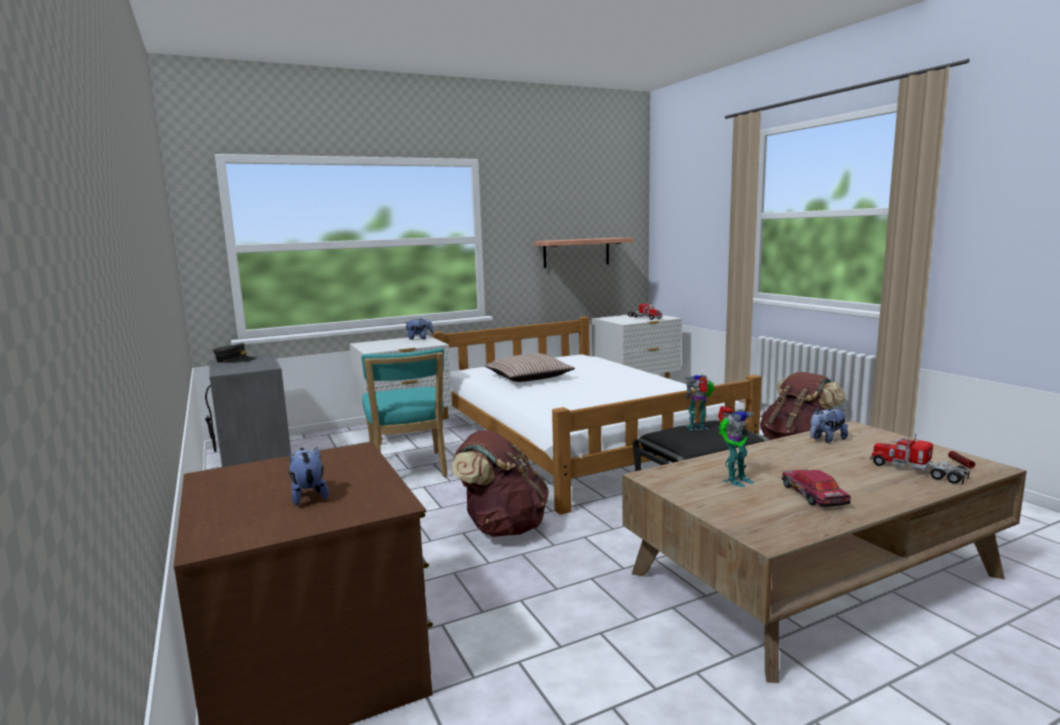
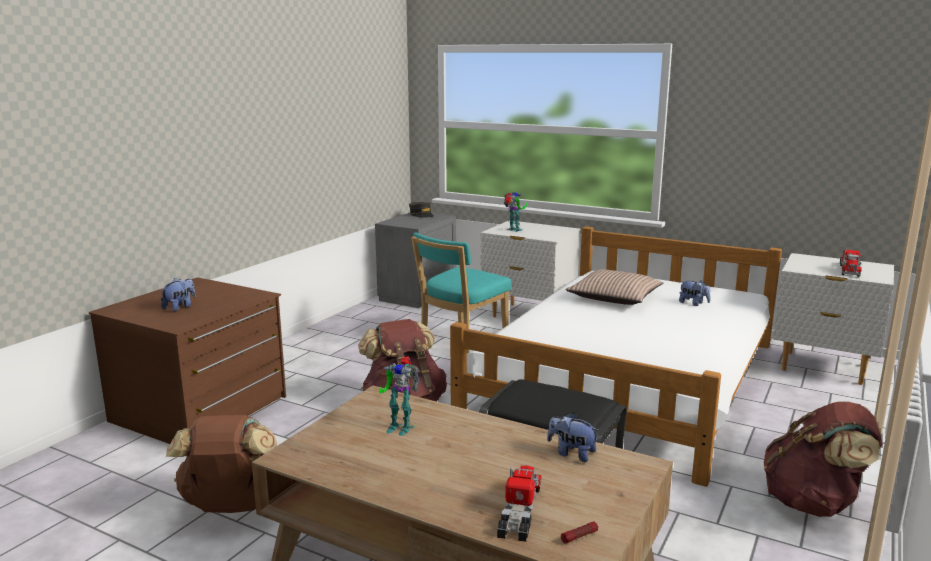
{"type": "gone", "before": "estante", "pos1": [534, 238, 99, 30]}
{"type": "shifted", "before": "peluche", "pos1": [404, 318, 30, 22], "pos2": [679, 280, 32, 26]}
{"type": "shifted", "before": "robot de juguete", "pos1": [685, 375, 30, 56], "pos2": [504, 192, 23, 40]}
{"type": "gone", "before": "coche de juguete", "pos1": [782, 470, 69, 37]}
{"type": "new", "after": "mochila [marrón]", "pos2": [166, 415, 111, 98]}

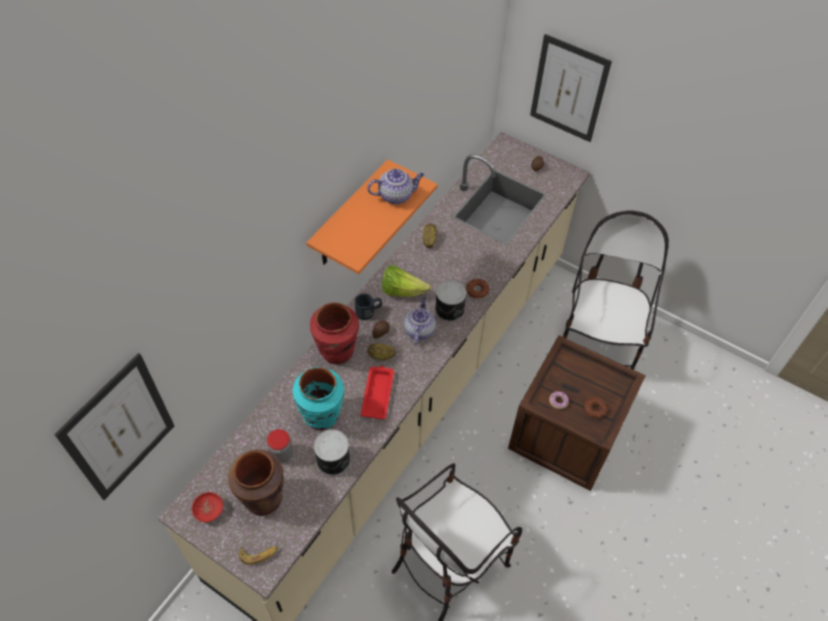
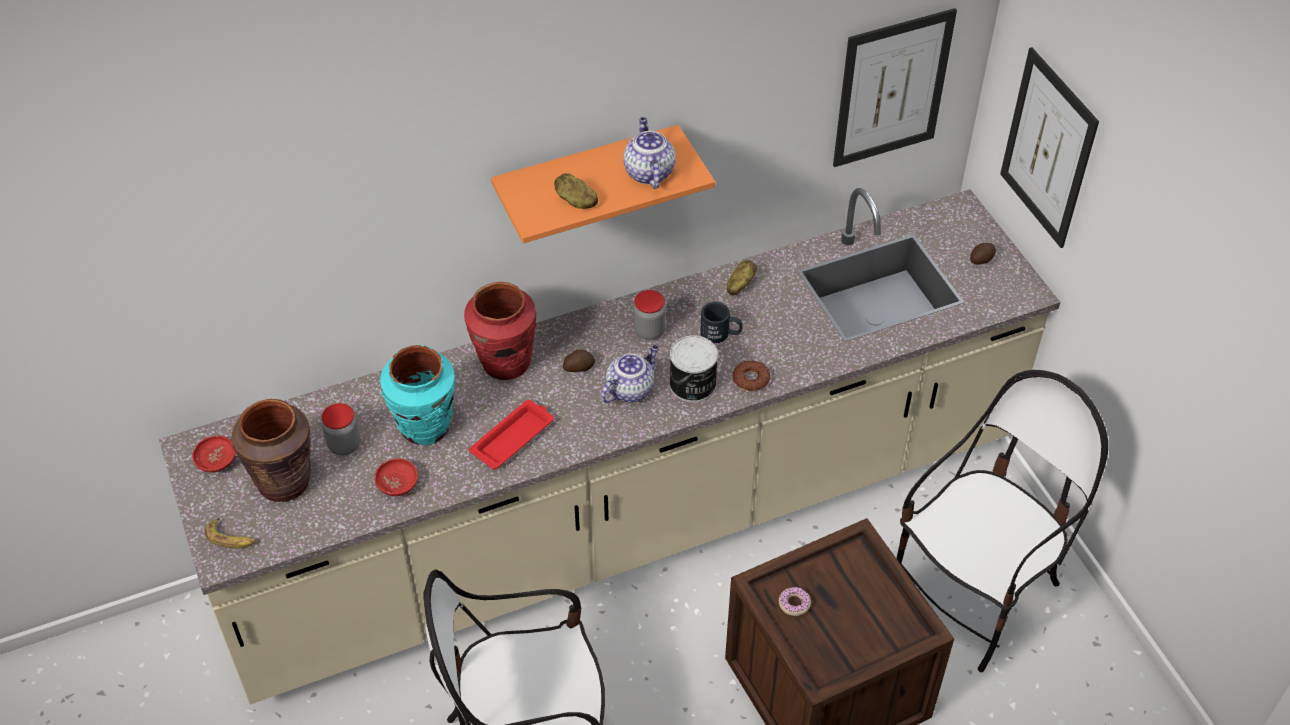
{"type": "rotated", "before": "tetera", "pos1": [367, 169, 57, 36], "pos2": [623, 117, 53, 72], "turn": -120}
{"type": "swapped", "before": "lechuga", "after": "tarro", "pos1": [382, 265, 49, 32], "pos2": [633, 290, 33, 50]}
{"type": "shifted", "before": "taza grande [negro]", "pos1": [355, 293, 27, 27], "pos2": [700, 302, 43, 41]}
{"type": "shifted", "before": "patata", "pos1": [368, 344, 28, 16], "pos2": [554, 173, 44, 36]}
{"type": "shifted", "before": "cuadro", "pos1": [54, 353, 120, 147], "pos2": [833, 8, 124, 159]}
{"type": "gone", "before": "rosquilla", "pos1": [584, 397, 23, 21]}
{"type": "swapped", "before": "lata", "after": "cuenco [rojo]", "pos1": [314, 429, 36, 47], "pos2": [374, 458, 44, 38]}

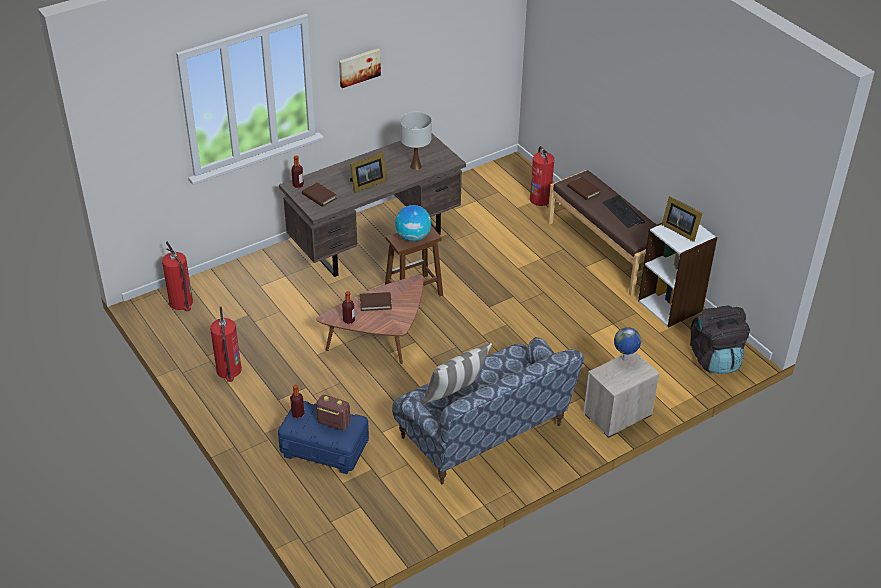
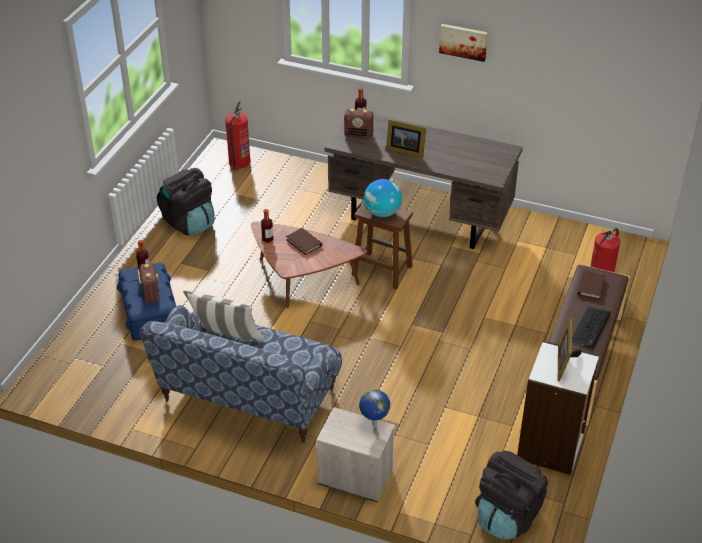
{"type": "gone", "before": "lámpara de mesa [blanco]", "pos1": [400, 112, 32, 58]}
{"type": "swapped", "before": "libro [marrón]", "after": "radio", "pos1": [302, 182, 35, 25], "pos2": [344, 109, 29, 30]}
{"type": "swapped", "before": "extintor", "after": "mochila [negro]", "pos1": [210, 306, 32, 76], "pos2": [157, 168, 58, 67]}

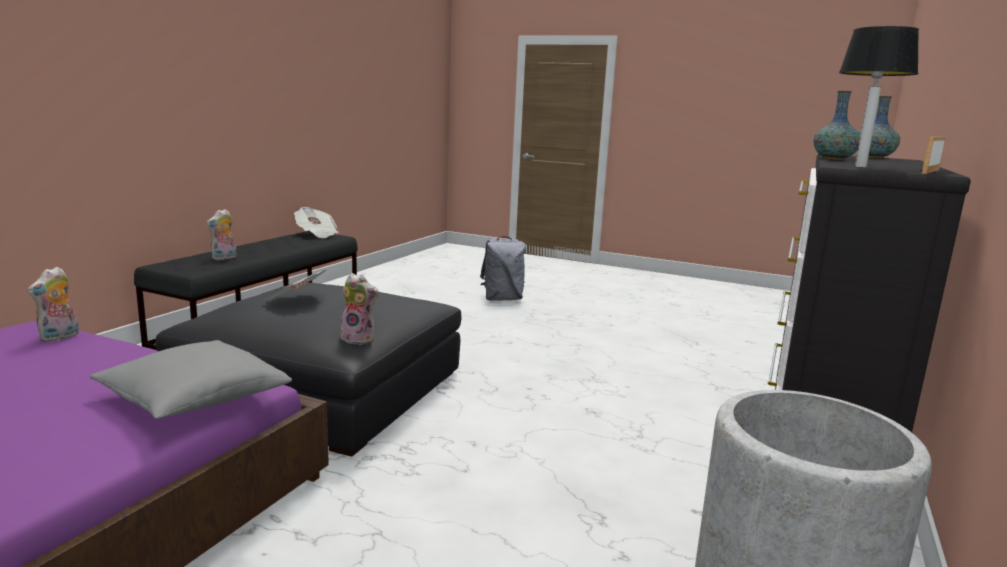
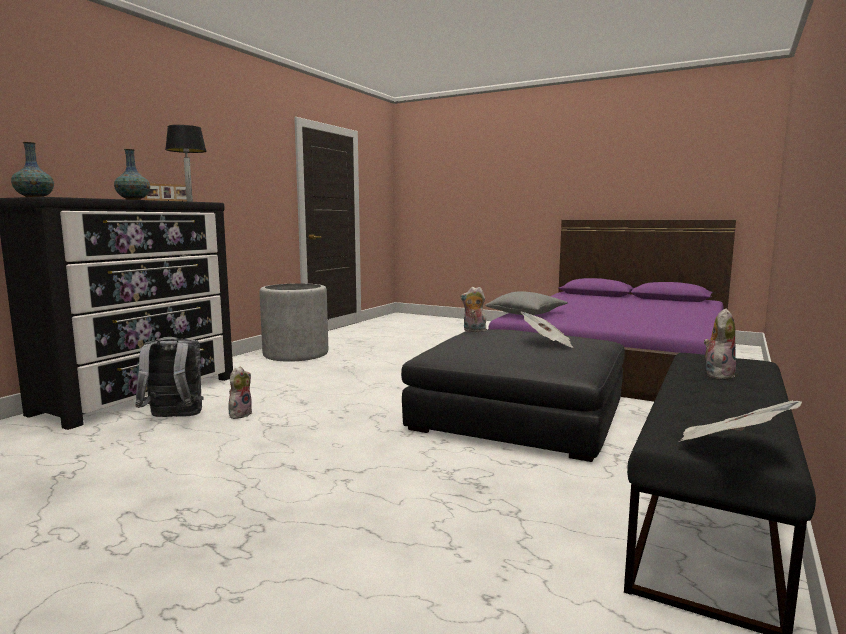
{"type": "shifted", "before": "mochila [gris]", "pos1": [480, 236, 46, 65], "pos2": [135, 337, 69, 80]}
{"type": "shifted", "before": "peluche", "pos1": [27, 266, 52, 76], "pos2": [228, 367, 25, 52]}

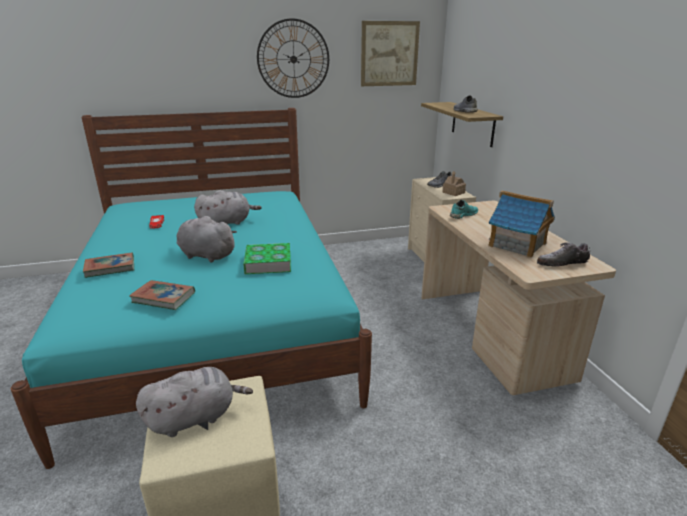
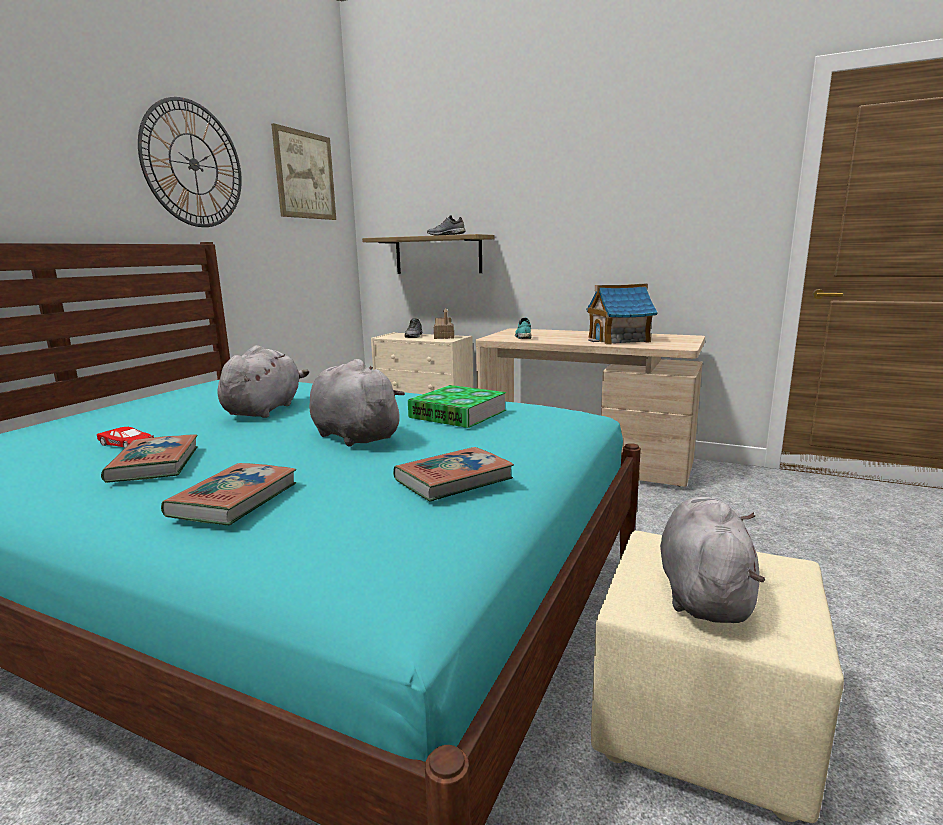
{"type": "rotated", "before": "peluche [gris]", "pos1": [176, 216, 61, 46], "pos2": [309, 359, 96, 88], "turn": 75}
{"type": "gone", "before": "zapato", "pos1": [537, 242, 53, 25]}
{"type": "new", "after": "libro", "pos2": [101, 434, 97, 49]}

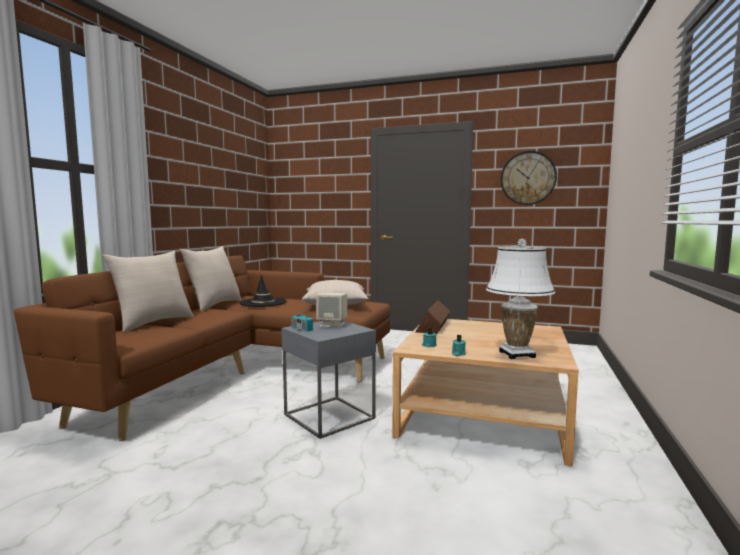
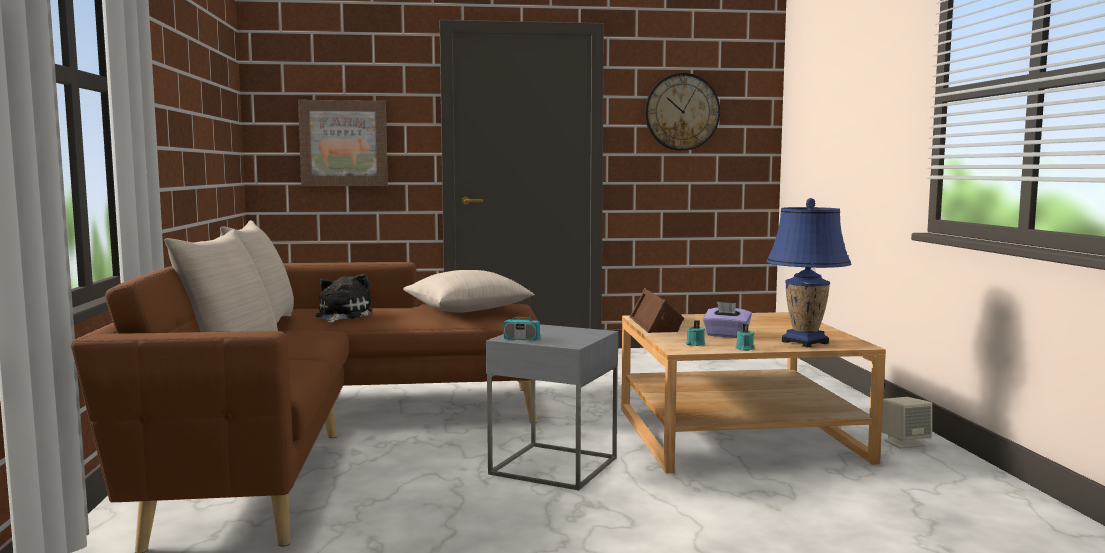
{"type": "repainted", "before": "lámpara de mesa [blanco]", "after": "lámpara de mesa [azul]", "pos1": [486, 239, 69, 120], "pos2": [766, 198, 85, 149]}
{"type": "swapped", "before": "sombrero [negro]", "after": "peluche", "pos1": [239, 275, 48, 32], "pos2": [316, 274, 56, 49]}
{"type": "shifted", "before": "altavoz [beis]", "pos1": [316, 293, 31, 35], "pos2": [882, 397, 50, 51]}
{"type": "new", "after": "cuadro", "pos2": [298, 100, 90, 86]}
{"type": "new", "after": "caja de pañuelos [morado]", "pos2": [703, 302, 49, 36]}

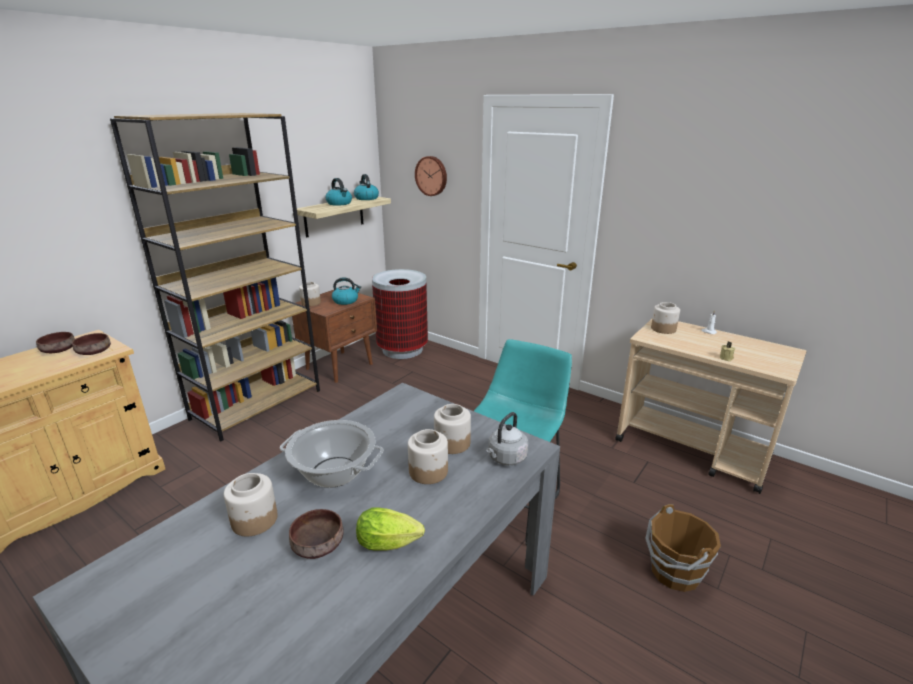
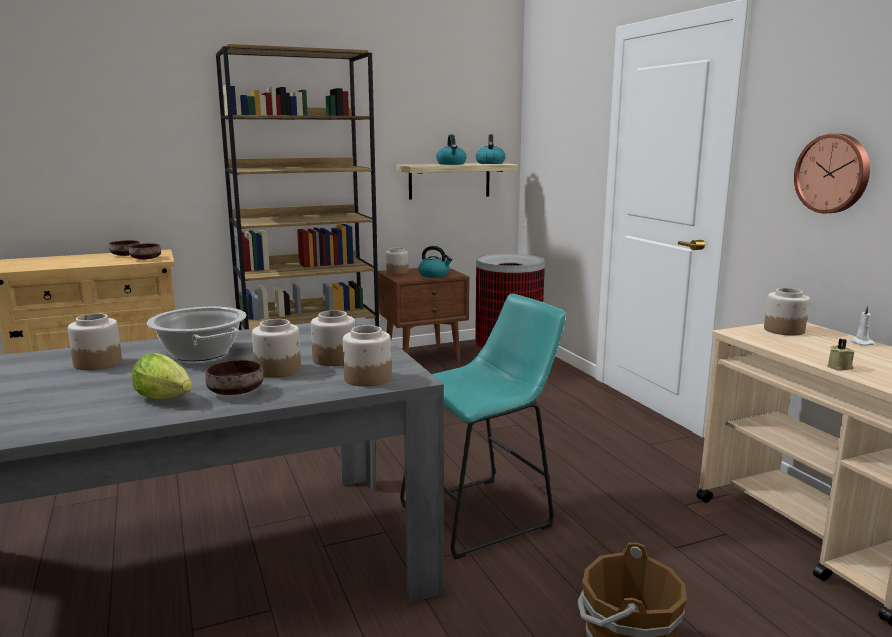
{"type": "shifted", "before": "reloj de pared", "pos1": [415, 156, 32, 40], "pos2": [794, 134, 76, 79]}
{"type": "swapped", "before": "hervidor [gris]", "after": "tarro", "pos1": [486, 412, 43, 53], "pos2": [343, 325, 48, 62]}
{"type": "shifted", "before": "cuenco [marrón]", "pos1": [289, 509, 55, 50], "pos2": [205, 360, 59, 35]}

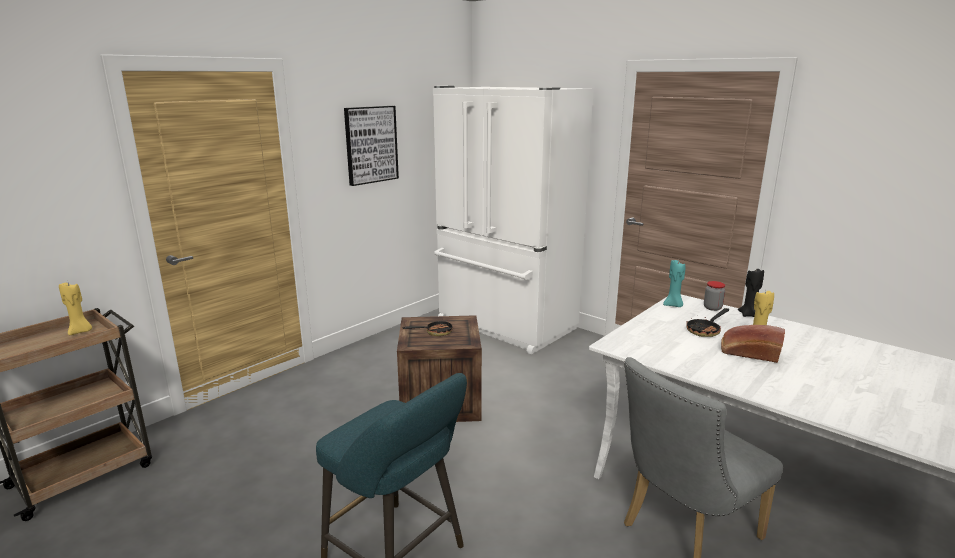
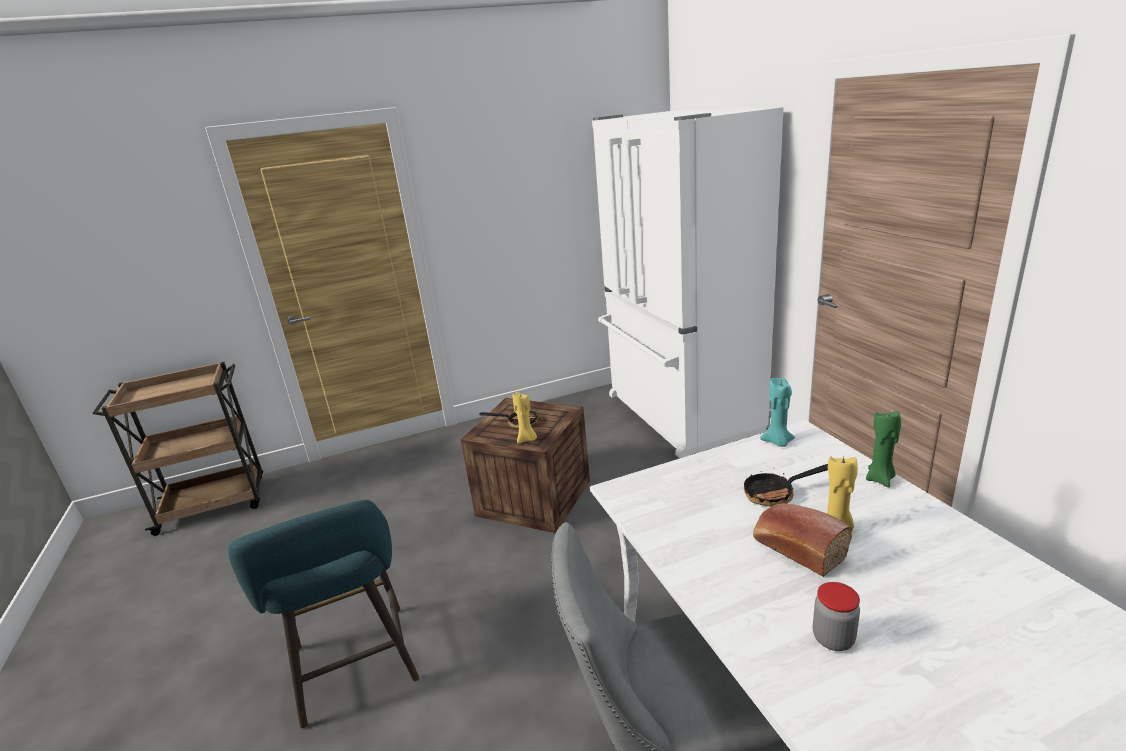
{"type": "gone", "before": "cuadro", "pos1": [344, 106, 55, 80]}
{"type": "repainted", "before": "vela [negro]", "after": "vela [verde]", "pos1": [738, 267, 26, 50], "pos2": [866, 411, 35, 77]}
{"type": "shifted", "before": "tarro", "pos1": [704, 281, 21, 30], "pos2": [813, 582, 47, 69]}
{"type": "shifted", "before": "vela [amarillo]", "pos1": [59, 283, 33, 52], "pos2": [512, 392, 25, 52]}

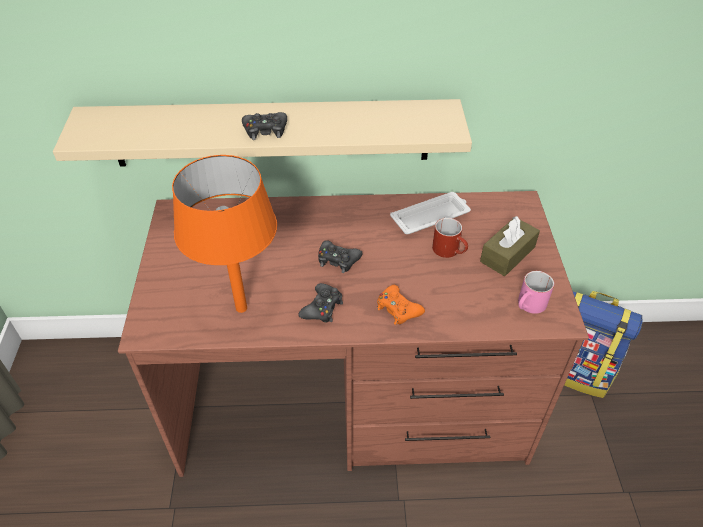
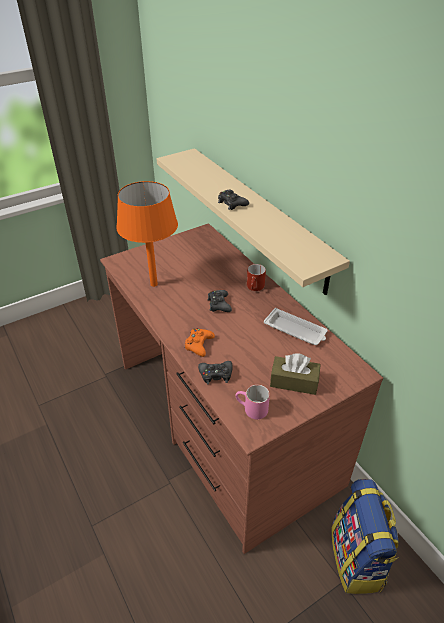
{"type": "shifted", "before": "taza grande [rojo]", "pos1": [432, 218, 36, 40], "pos2": [247, 264, 19, 27]}
{"type": "shifted", "before": "mando de consola [negro]", "pos1": [298, 283, 45, 40], "pos2": [198, 361, 35, 24]}

